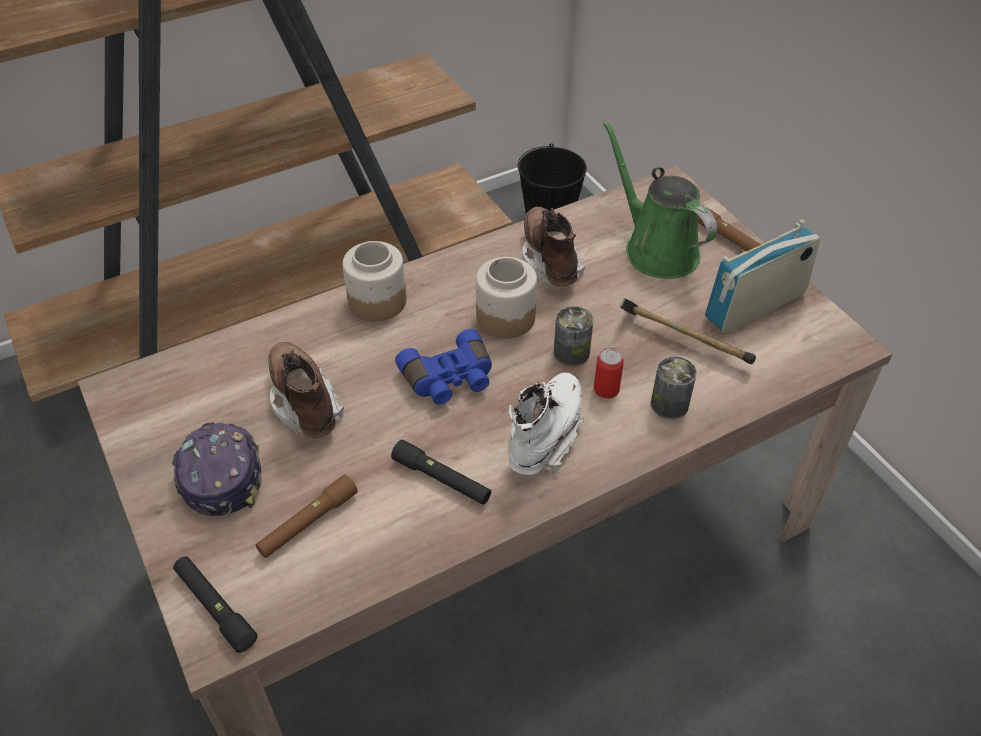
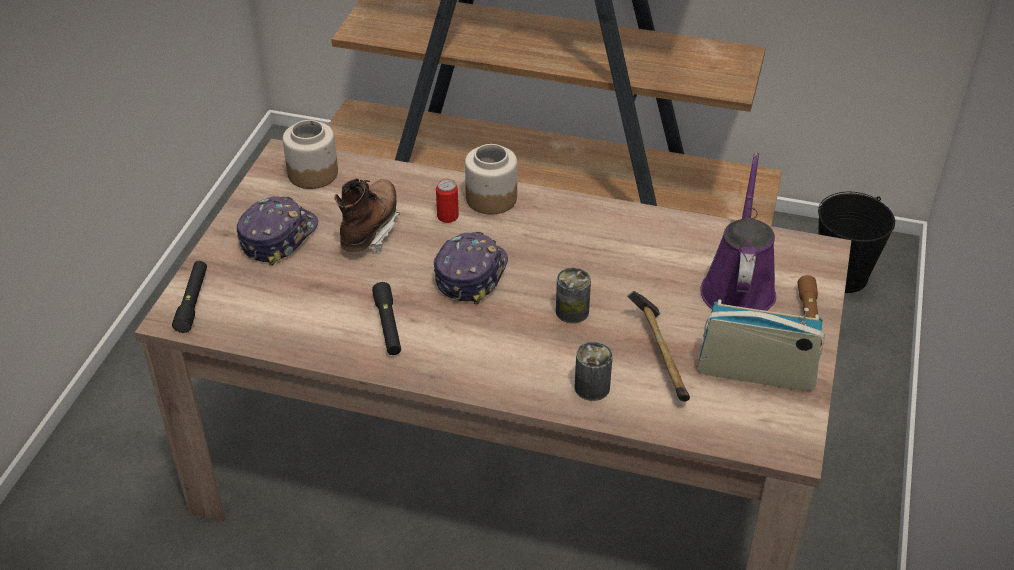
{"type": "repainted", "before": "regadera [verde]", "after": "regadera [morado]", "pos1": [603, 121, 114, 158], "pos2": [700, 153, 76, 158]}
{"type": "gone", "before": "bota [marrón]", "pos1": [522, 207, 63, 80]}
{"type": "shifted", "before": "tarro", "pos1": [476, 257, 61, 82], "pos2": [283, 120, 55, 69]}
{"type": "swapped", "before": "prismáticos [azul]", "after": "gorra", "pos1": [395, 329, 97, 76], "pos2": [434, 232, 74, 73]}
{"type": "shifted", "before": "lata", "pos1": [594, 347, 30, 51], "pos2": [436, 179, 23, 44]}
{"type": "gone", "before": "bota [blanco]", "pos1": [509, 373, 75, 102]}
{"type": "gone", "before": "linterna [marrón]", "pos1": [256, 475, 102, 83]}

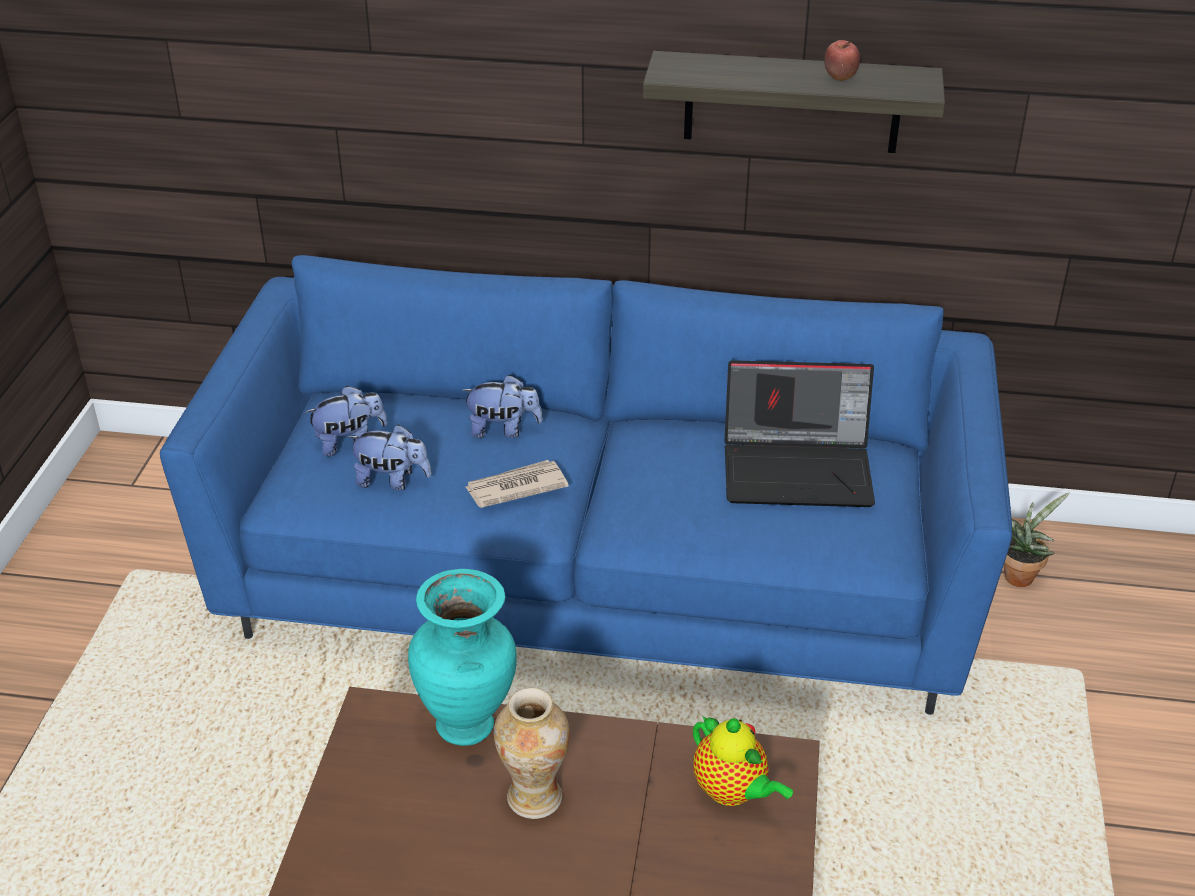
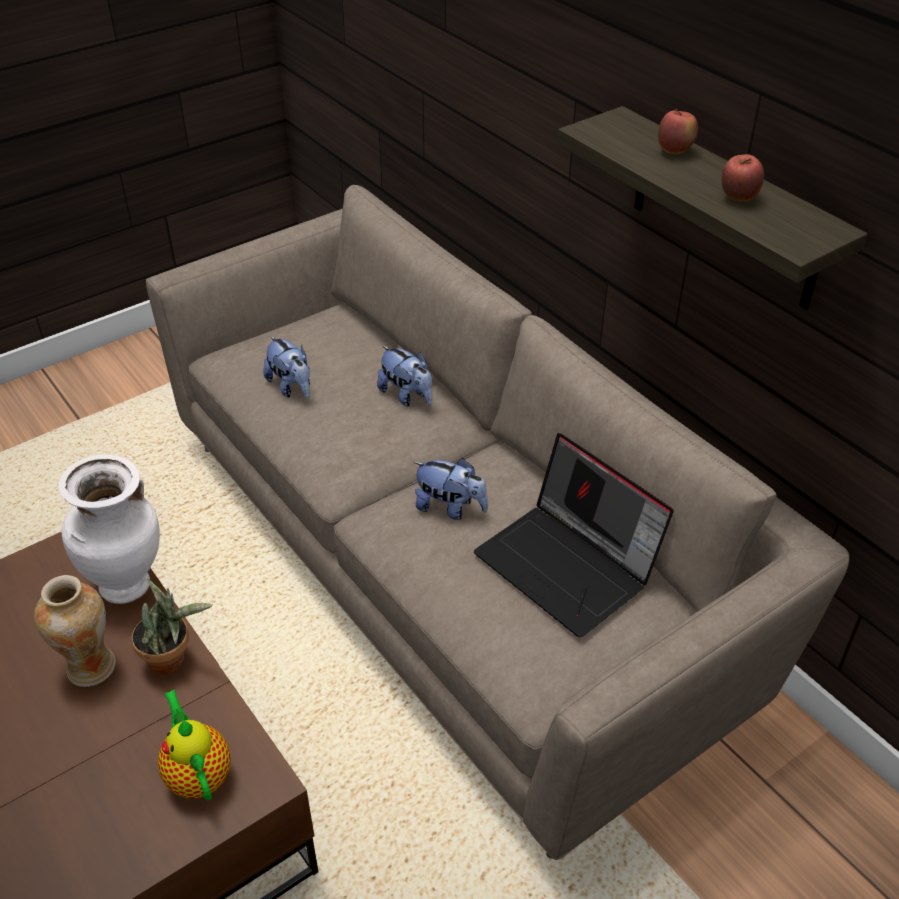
{"type": "repainted", "before": "sofá [azul]", "after": "sofá [beis]", "pos1": [160, 255, 852, 460], "pos2": [146, 185, 703, 675]}
{"type": "shifted", "before": "peluche", "pos1": [305, 386, 82, 70], "pos2": [413, 458, 75, 62]}
{"type": "gone", "before": "periódico", "pos1": [465, 460, 104, 48]}
{"type": "shifted", "before": "planta en maceta", "pos1": [1004, 492, 66, 95], "pos2": [132, 578, 81, 97]}
{"type": "repainted", "before": "florero [turquesa]", "after": "florero [blanco]", "pos1": [408, 569, 109, 177], "pos2": [58, 455, 102, 149]}
{"type": "rotated", "before": "tetera", "pos1": [693, 716, 100, 90], "pos2": [158, 689, 73, 112], "turn": 150}
{"type": "new", "after": "manzana", "pos2": [658, 109, 40, 45]}

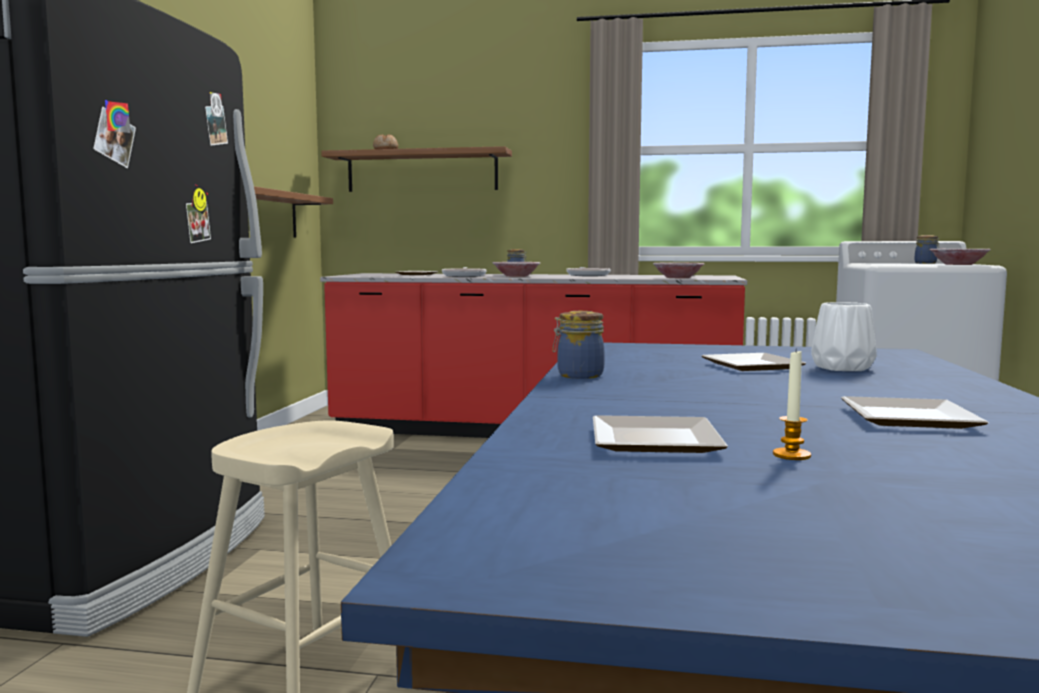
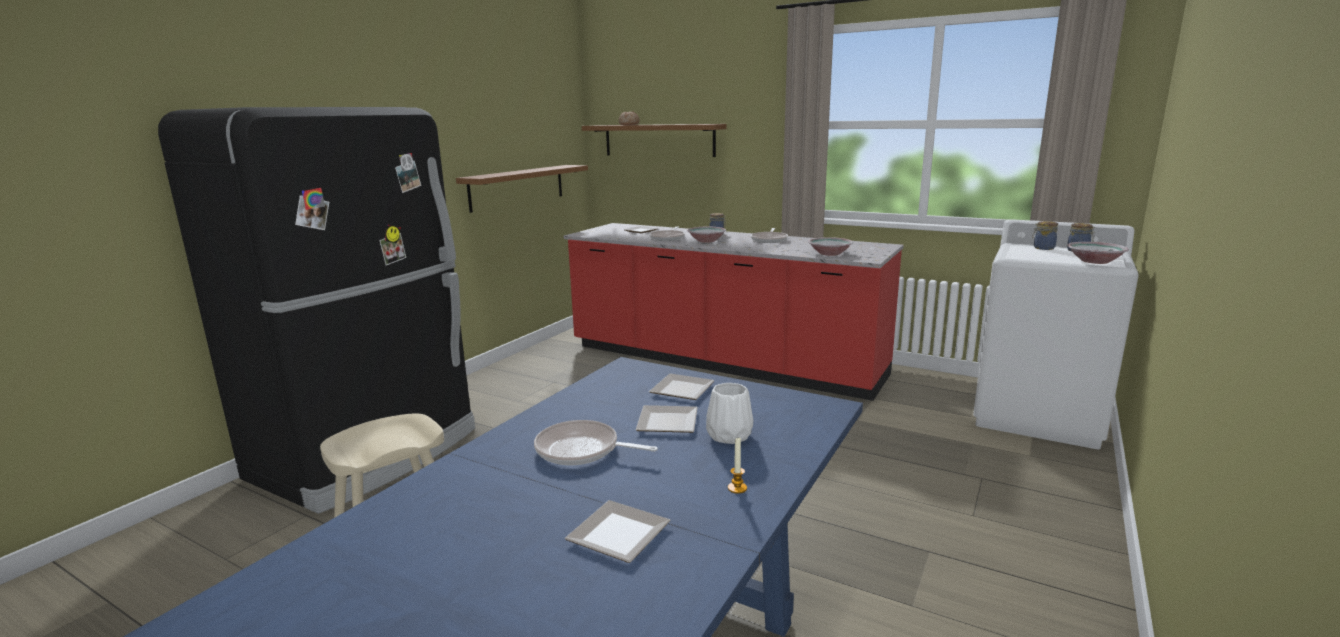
{"type": "shifted", "before": "tarro", "pos1": [553, 311, 52, 68], "pos2": [1032, 221, 26, 29]}
{"type": "shifted", "before": "vela", "pos1": [773, 348, 38, 112], "pos2": [728, 438, 19, 56]}
{"type": "shifted", "before": "plato", "pos1": [593, 415, 135, 38], "pos2": [649, 373, 66, 27]}
{"type": "new", "after": "sartén", "pos2": [534, 420, 124, 45]}

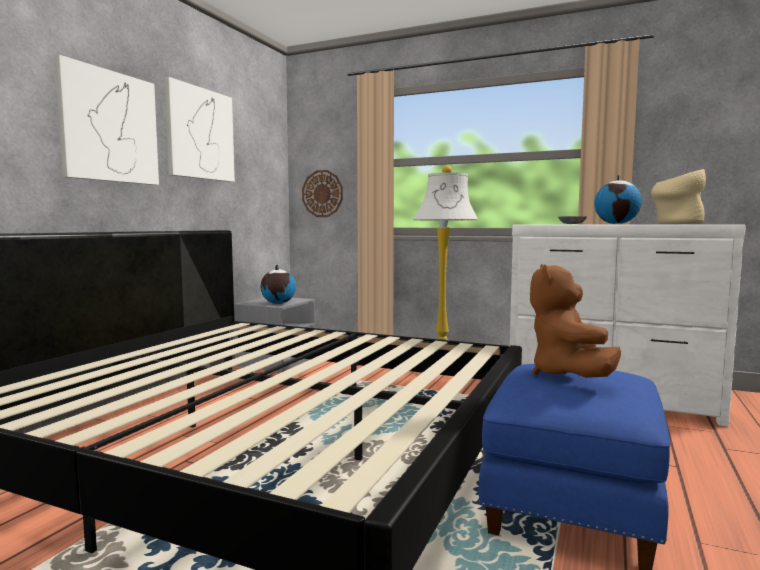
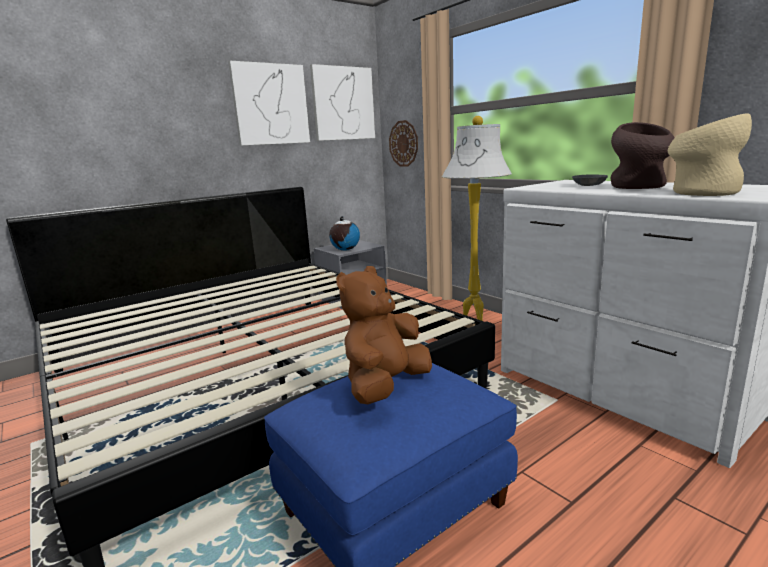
{"type": "shifted", "before": "cuadro", "pos1": [54, 55, 105, 130], "pos2": [310, 64, 65, 77]}
{"type": "swapped", "before": "globo terráqueo", "after": "florero [marrón]", "pos1": [594, 174, 48, 50], "pos2": [611, 122, 64, 67]}

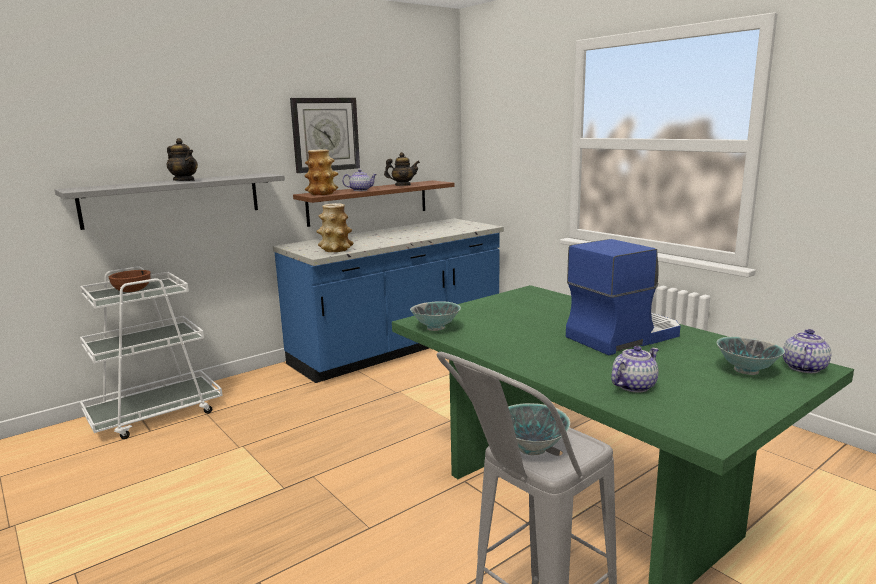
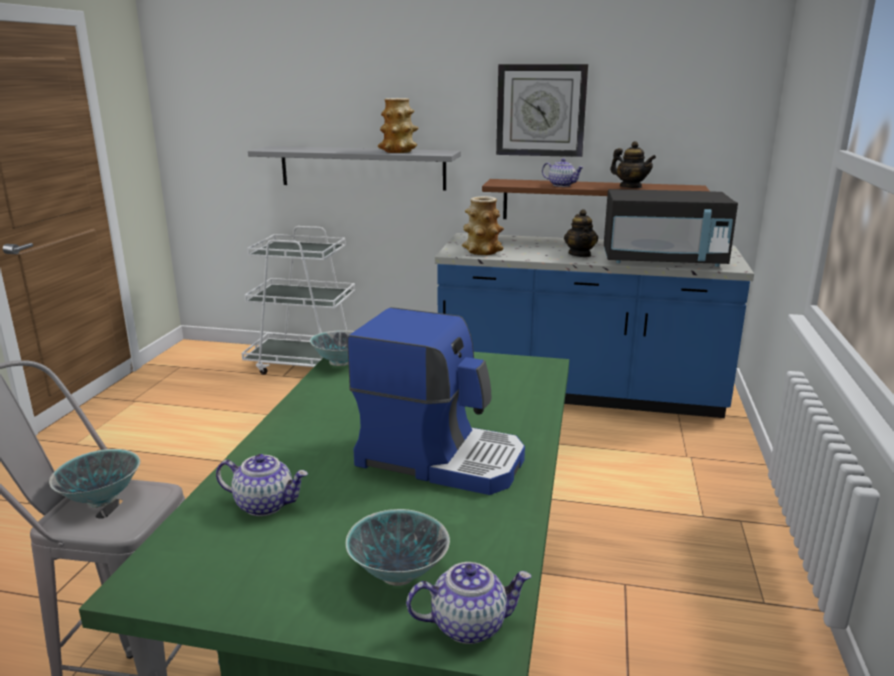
{"type": "shifted", "before": "tetera", "pos1": [166, 138, 32, 43], "pos2": [564, 209, 34, 48]}
{"type": "shifted", "before": "florero", "pos1": [305, 150, 33, 45], "pos2": [378, 98, 40, 55]}
{"type": "gone", "before": "cuenco [marrón]", "pos1": [109, 270, 42, 22]}
{"type": "new", "after": "microondas [negro]", "pos2": [604, 189, 134, 78]}

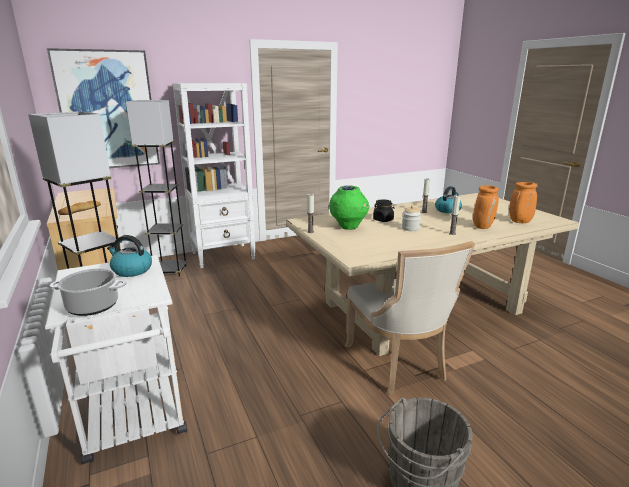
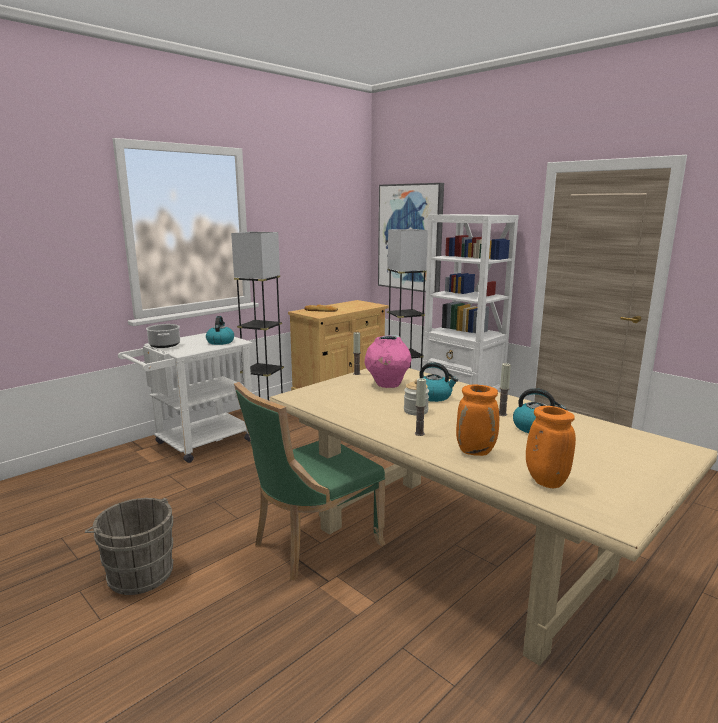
{"type": "repainted", "before": "florero [verde]", "after": "florero [rosa]", "pos1": [329, 185, 40, 45], "pos2": [365, 335, 47, 53]}
{"type": "swapped", "before": "tarro [negro]", "after": "hervidor", "pos1": [373, 199, 22, 23], "pos2": [419, 362, 39, 40]}
{"type": "repainted", "before": "silla [beis]", "after": "silla [verde]", "pos1": [345, 241, 130, 154], "pos2": [234, 382, 151, 199]}

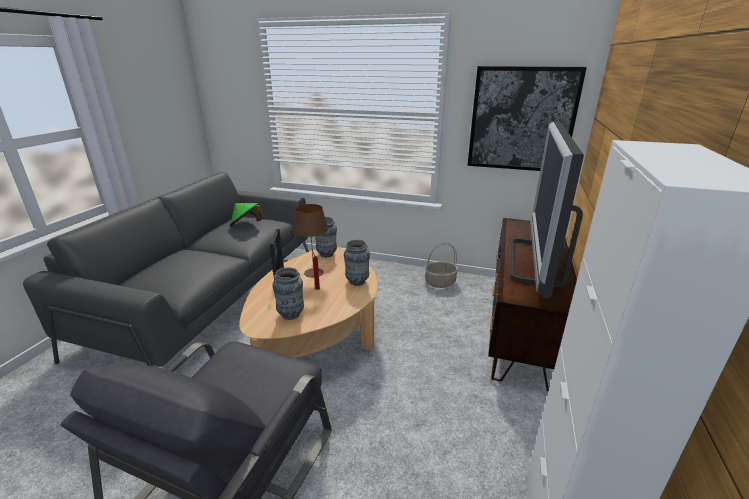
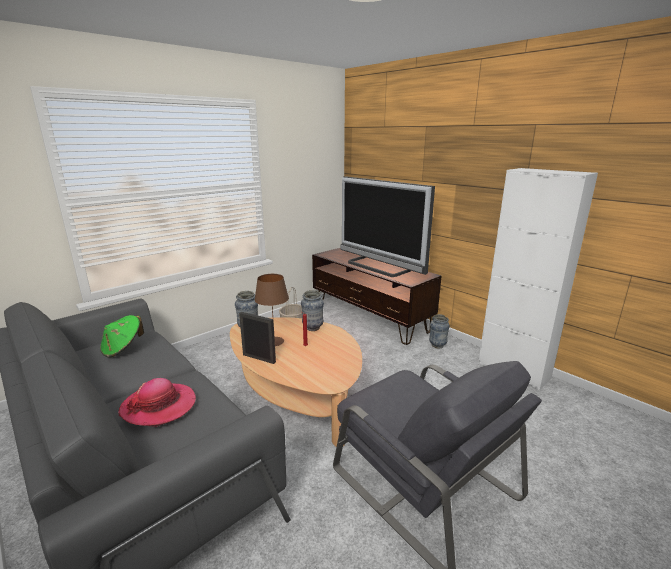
{"type": "gone", "before": "cuadro", "pos1": [467, 66, 120, 105]}
{"type": "shifted", "before": "florero", "pos1": [272, 267, 32, 53], "pos2": [429, 314, 21, 34]}
{"type": "new", "after": "sombrero", "pos2": [118, 378, 78, 49]}

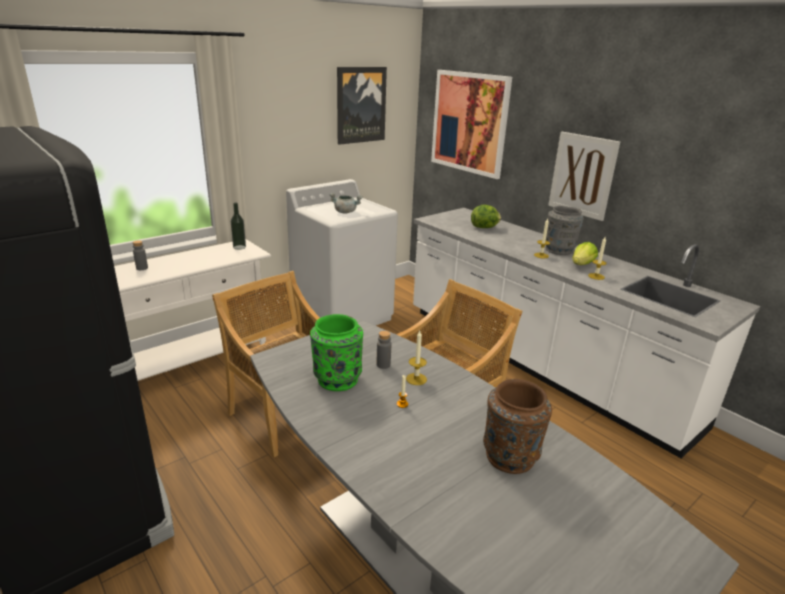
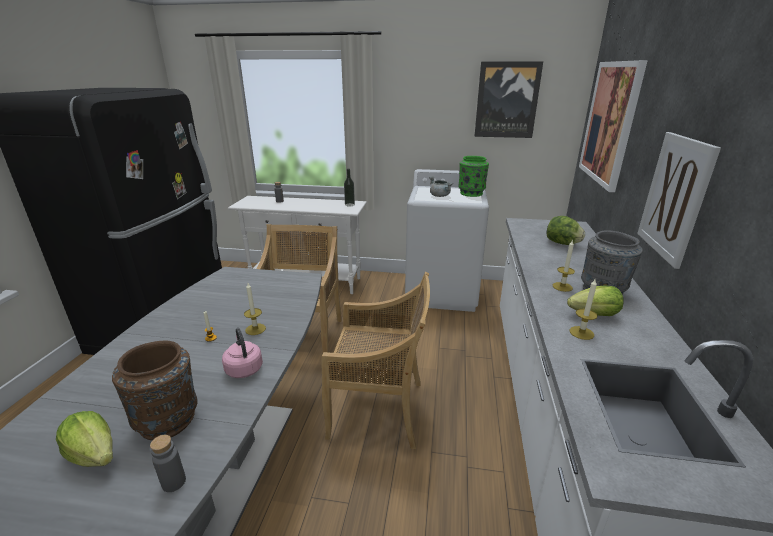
{"type": "shifted", "before": "florero [verde]", "pos1": [310, 314, 53, 77], "pos2": [458, 156, 31, 41]}
{"type": "shifted", "before": "botella [gris]", "pos1": [377, 331, 14, 38], "pos2": [150, 435, 36, 57]}
{"type": "new", "after": "hervidor [rosa]", "pos2": [222, 328, 41, 50]}
{"type": "new", "after": "lechuga", "pos2": [56, 411, 57, 56]}

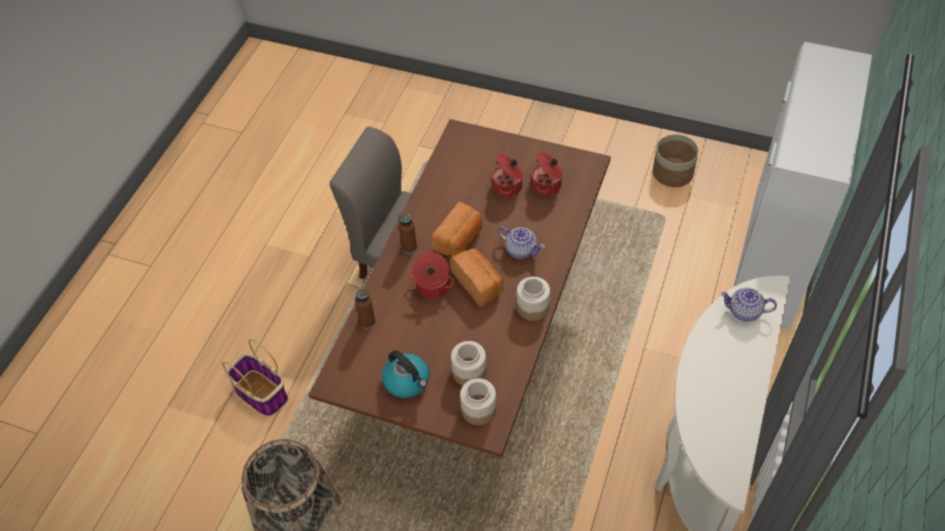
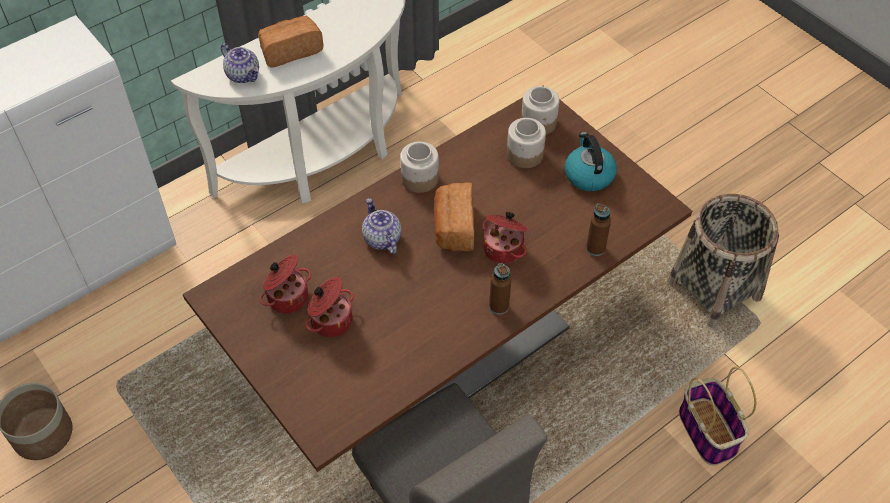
{"type": "shifted", "before": "pan", "pos1": [431, 201, 51, 56], "pos2": [258, 15, 66, 53]}

